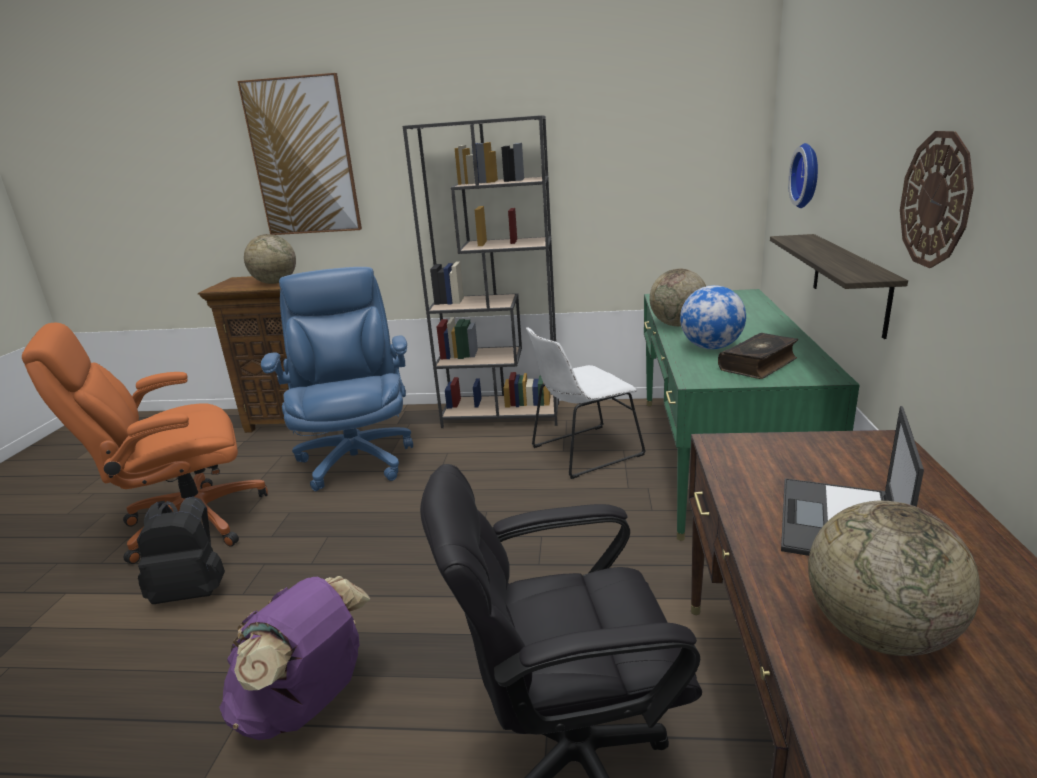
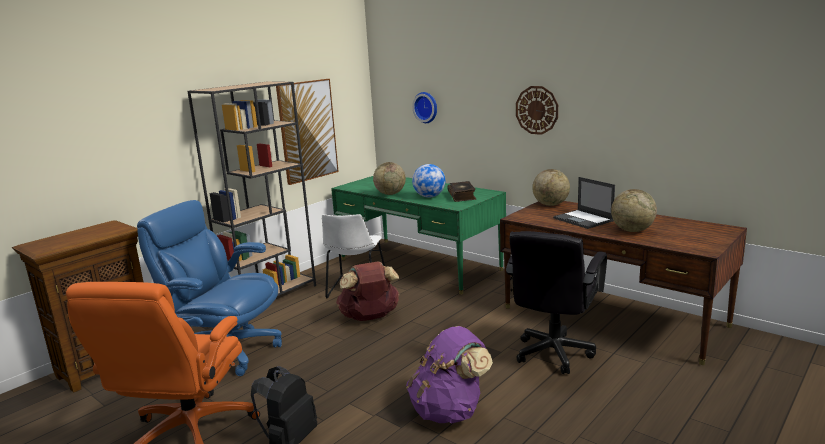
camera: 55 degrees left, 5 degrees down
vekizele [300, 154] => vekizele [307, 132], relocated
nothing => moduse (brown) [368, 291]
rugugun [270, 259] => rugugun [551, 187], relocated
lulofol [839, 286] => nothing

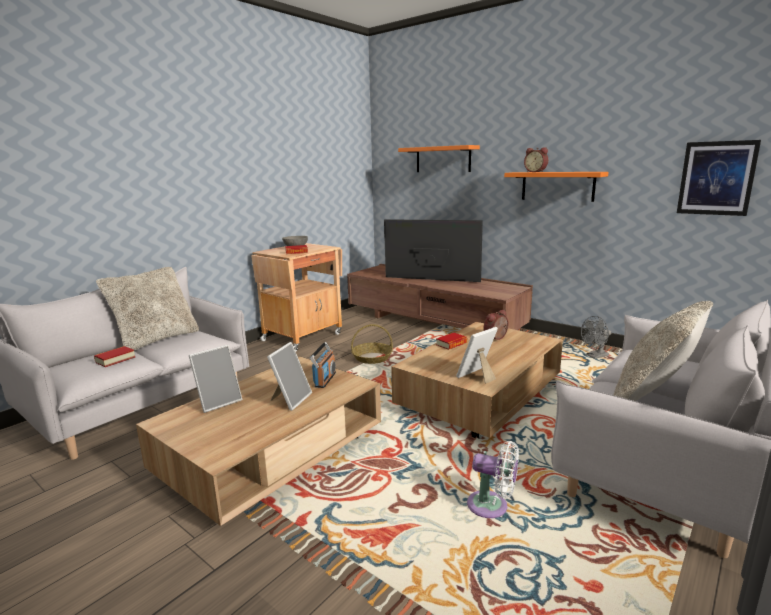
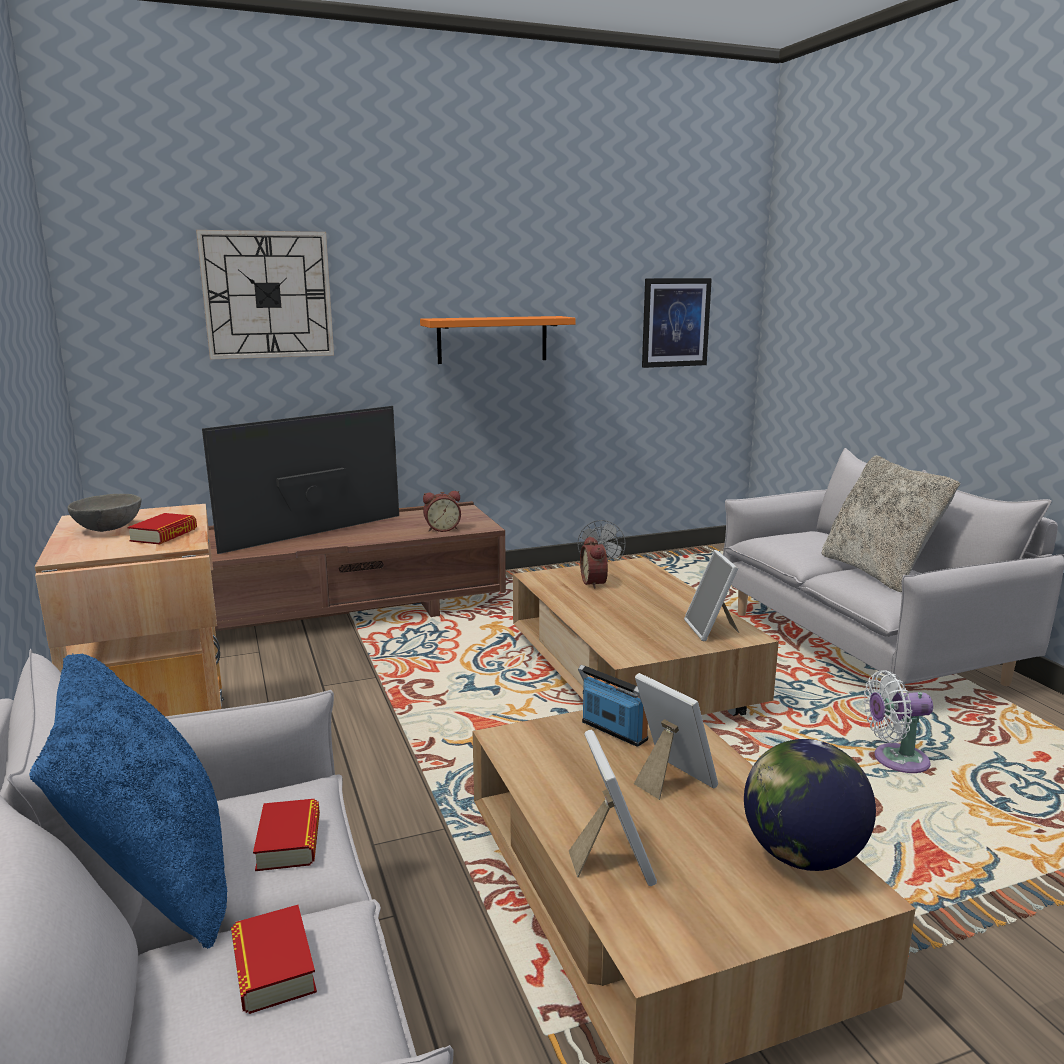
camera: 60 degrees left, 0 degrees up
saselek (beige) [147, 309] => saselek (blue) [128, 801]
lulofol (orange) [439, 158] => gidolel [265, 294]
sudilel [451, 341] => sudilel [286, 835], relocated
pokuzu [536, 159] => pokuzu [442, 511], relocated
nothing => rugugun [810, 805]
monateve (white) [493, 479] => monateve (white) [898, 721], 150 degrees counterclockwise
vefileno [372, 344] => nothing

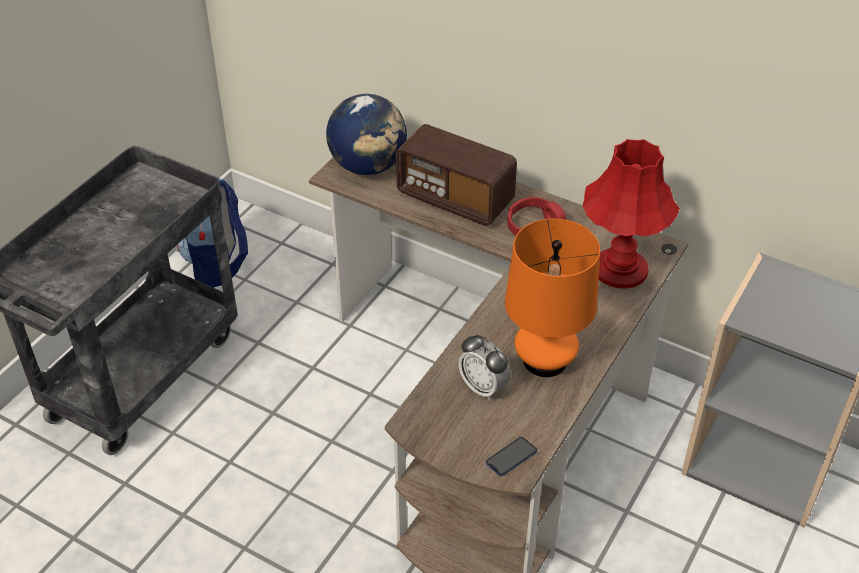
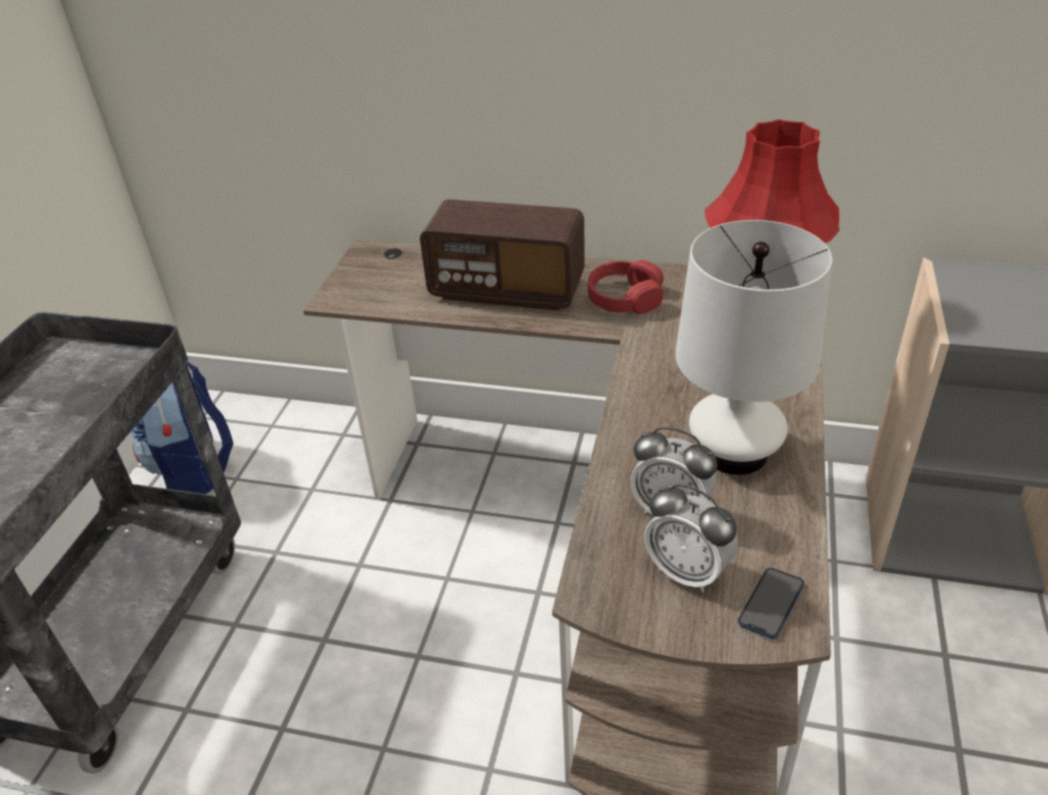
camera: 15 degrees left, 5 degrees down
nothing => pokuzu [691, 538]
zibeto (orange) [552, 298] => zibeto (white) [753, 347]
rugugun [366, 134] => nothing

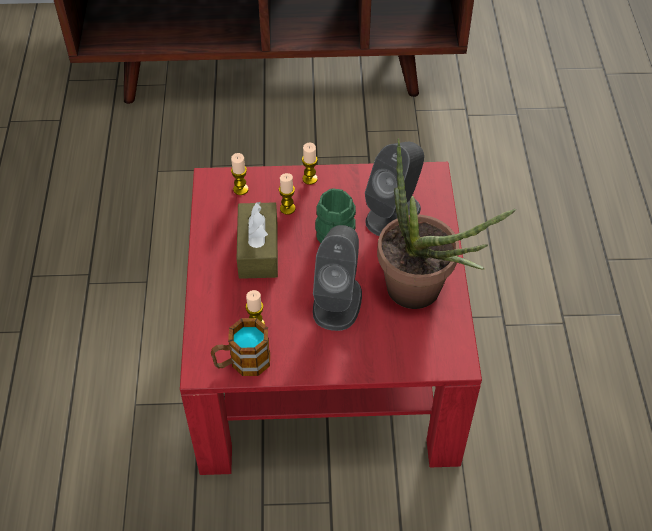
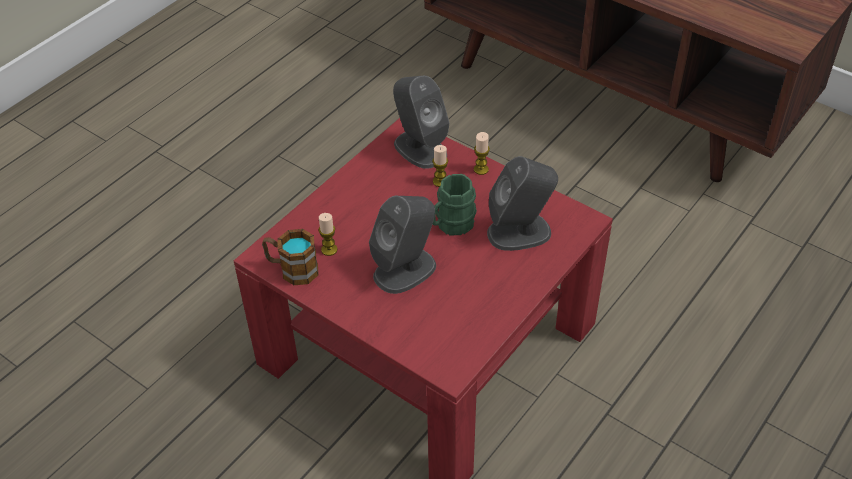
camera: 40 degrees right, 5 degrees down
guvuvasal [240, 174] => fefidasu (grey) [421, 122]
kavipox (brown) [257, 240] => nothing
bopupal [446, 223] => nothing

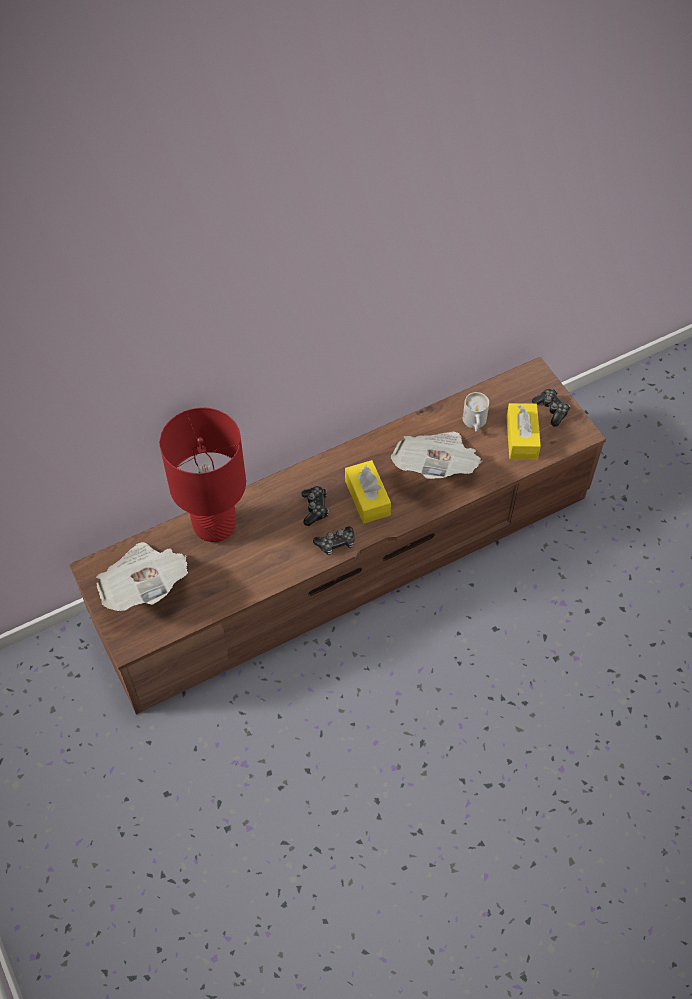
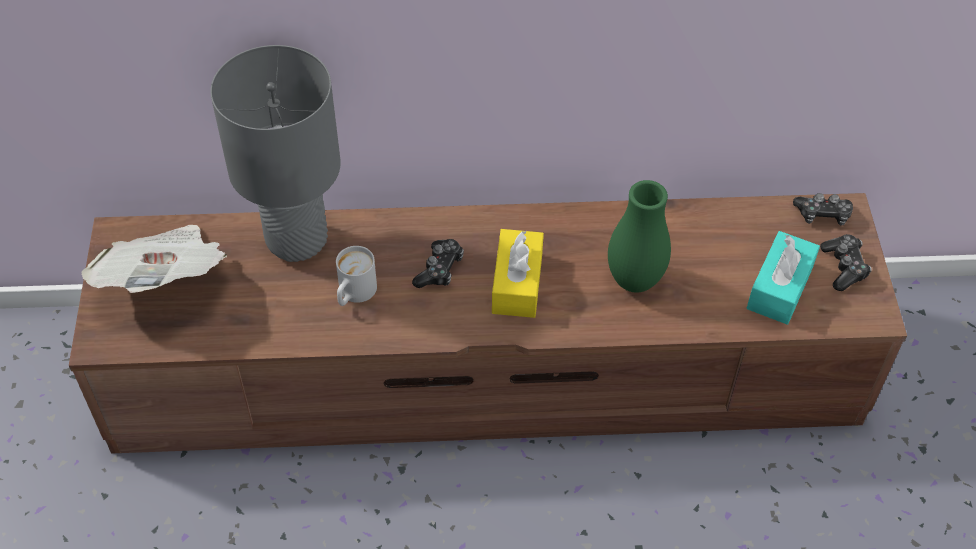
camera: 25 degrees right, 5 degrees down
zibeto (red) [203, 474] => zibeto (grey) [275, 153]
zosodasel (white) [476, 412] => zosodasel (white) [356, 276], relocated
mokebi [436, 455] => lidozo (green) [639, 236]
kavipox (yellow) [523, 431] => kavipox (turquoise) [783, 278]
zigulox [334, 540] => zigulox [823, 209], relocated

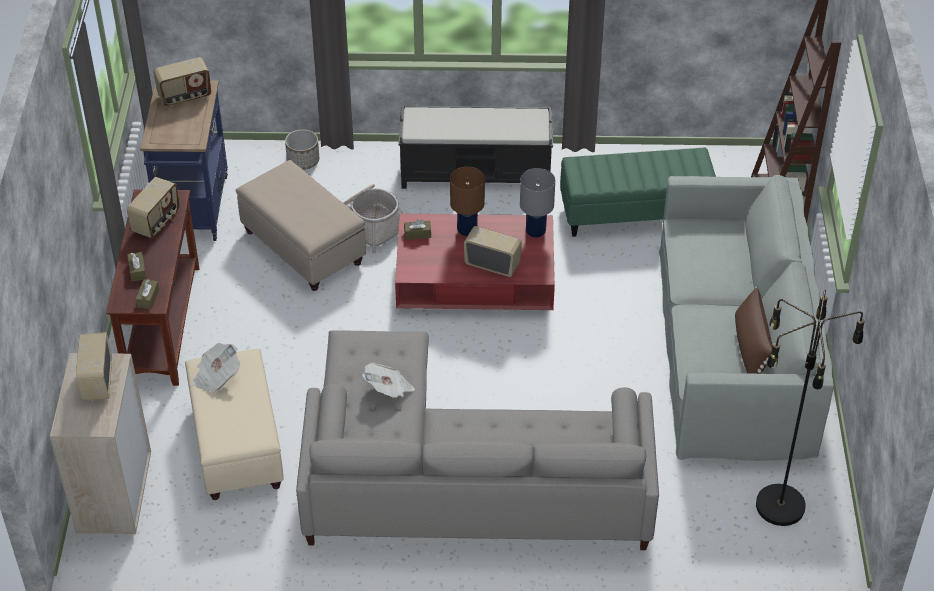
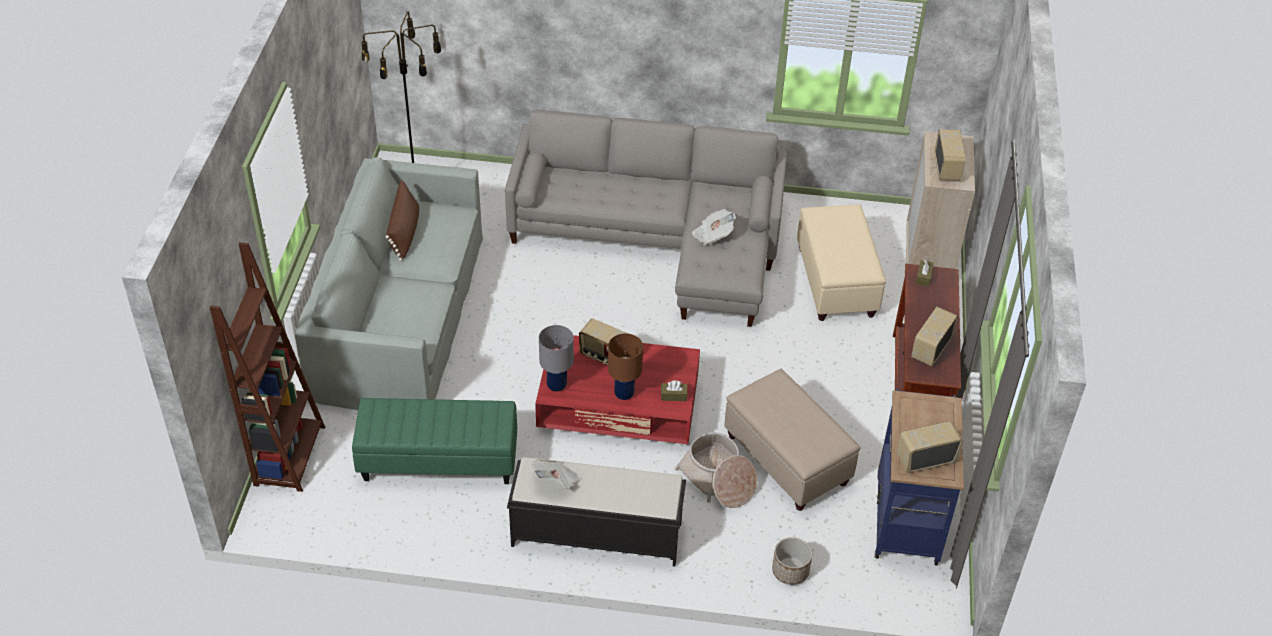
camera: 175 degrees left, 0 degrees up
mokebi [216, 368] => mokebi [557, 474], relocated
kavipox (brown) [136, 266] => nothing

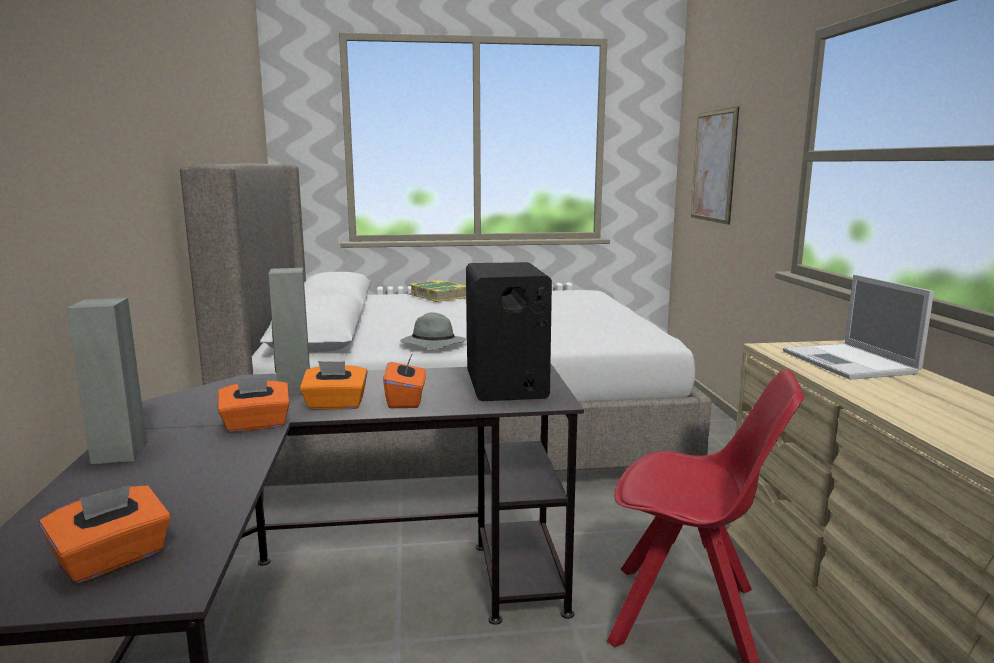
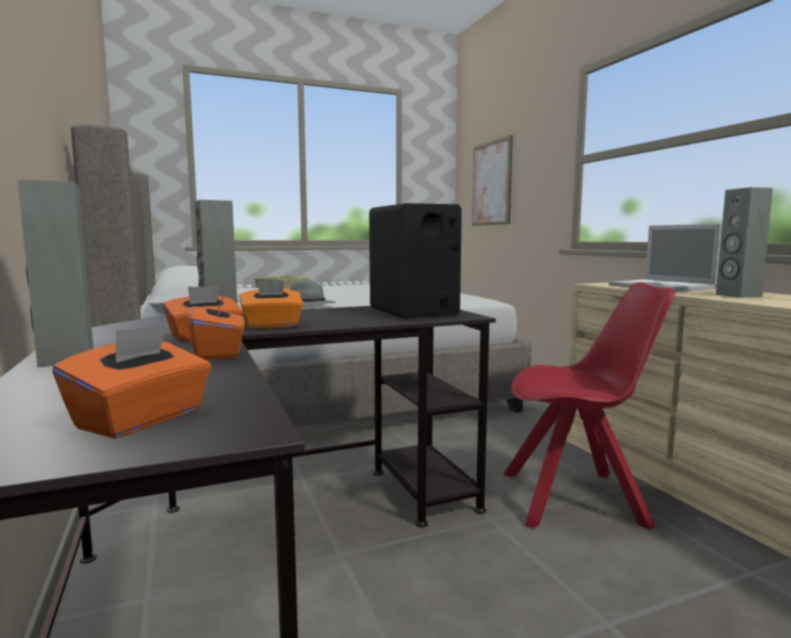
camera: 15 degrees left, 5 degrees down
kavipox (orange) [404, 380] => kavipox (orange) [216, 325], relocated
nothing => fefidasu (grey) [744, 242]

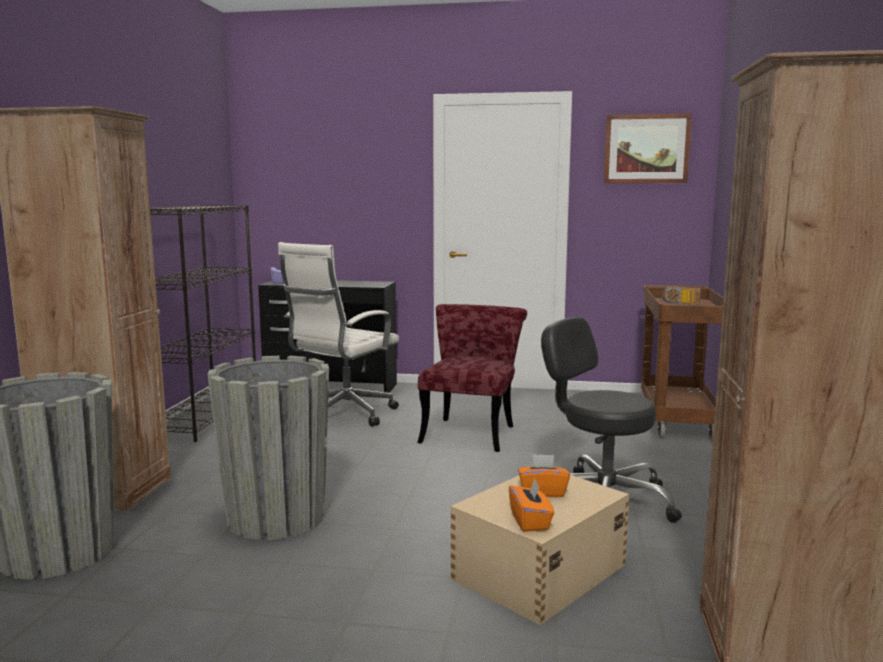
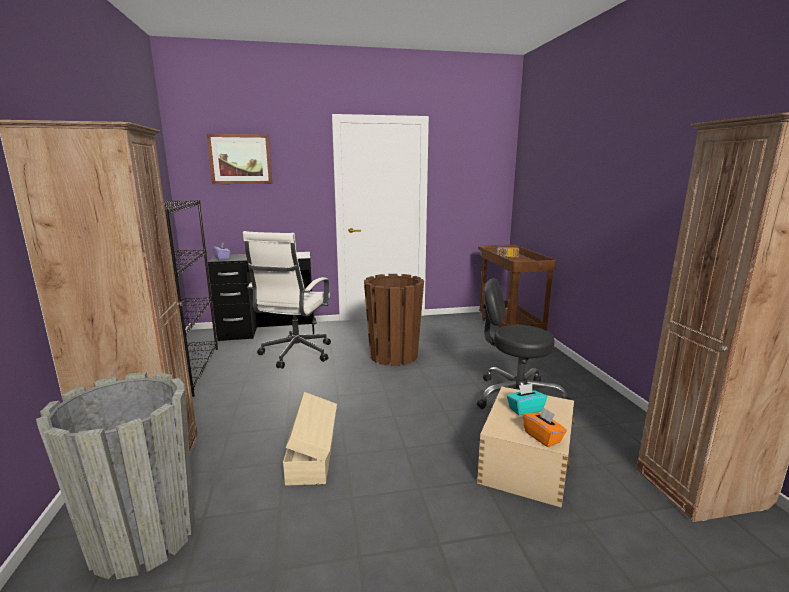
camera: 20 degrees left, 5 degrees up
vekizele [648, 148] => vekizele [239, 158], relocated
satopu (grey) [268, 448] => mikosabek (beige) [310, 438]
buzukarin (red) [472, 378] => satopu (brown) [394, 320]
kavipox (orange) [544, 475] => kavipox (turquoise) [527, 400]

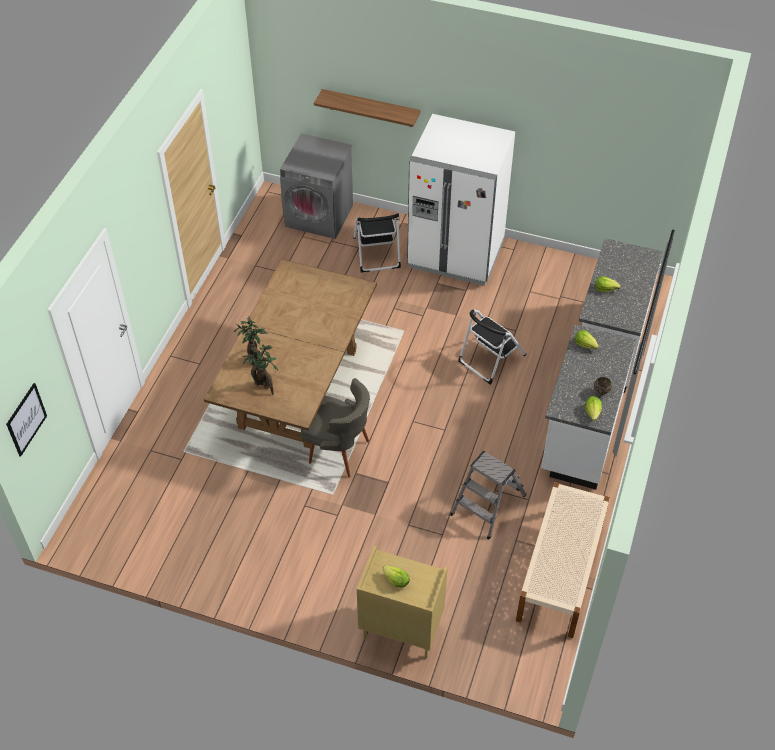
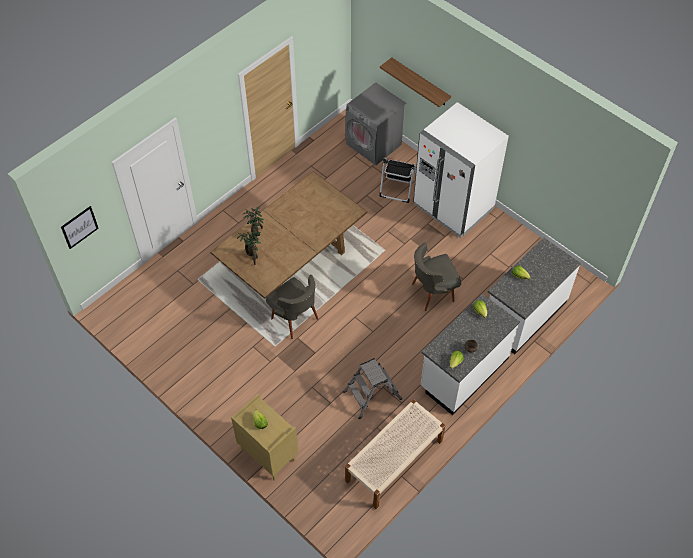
camera: 25 degrees right, 5 degrees up
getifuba [492, 347] => buzukarin (grey) [436, 276]

